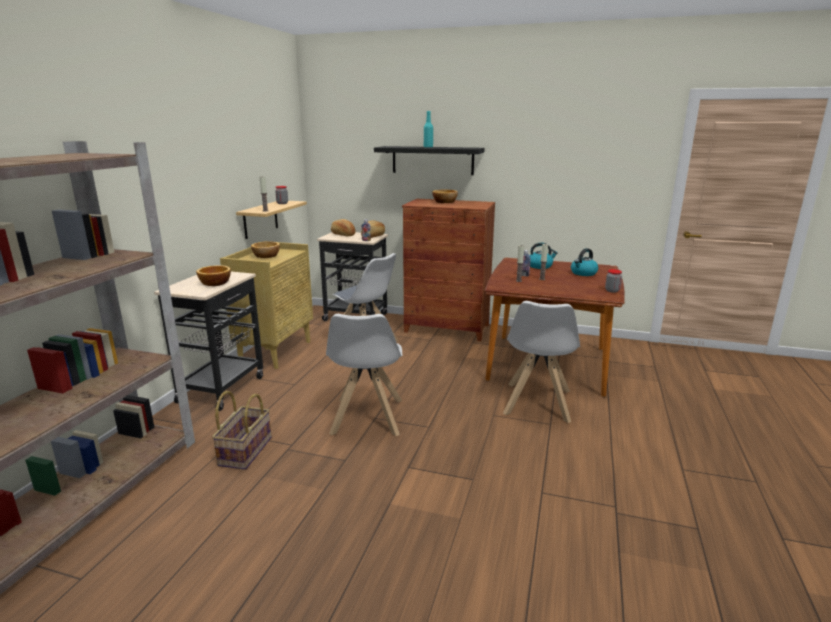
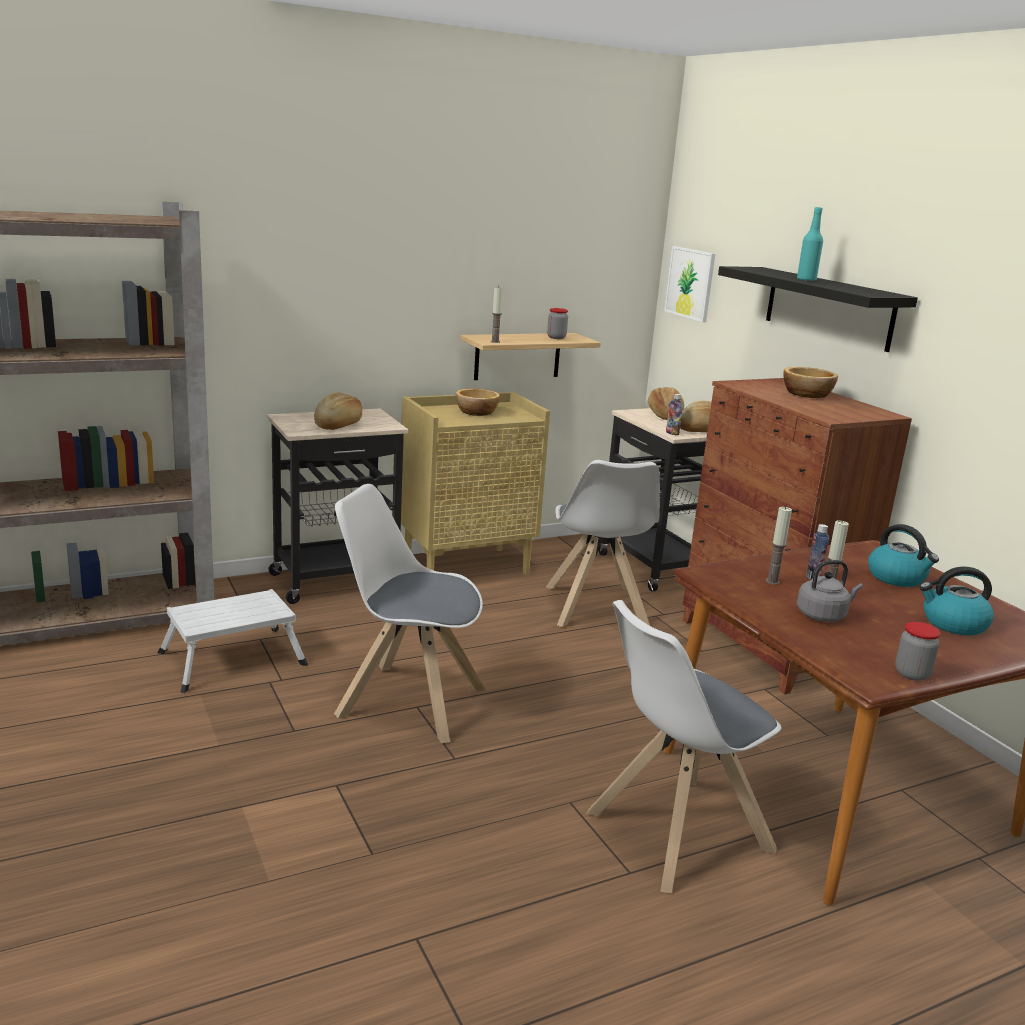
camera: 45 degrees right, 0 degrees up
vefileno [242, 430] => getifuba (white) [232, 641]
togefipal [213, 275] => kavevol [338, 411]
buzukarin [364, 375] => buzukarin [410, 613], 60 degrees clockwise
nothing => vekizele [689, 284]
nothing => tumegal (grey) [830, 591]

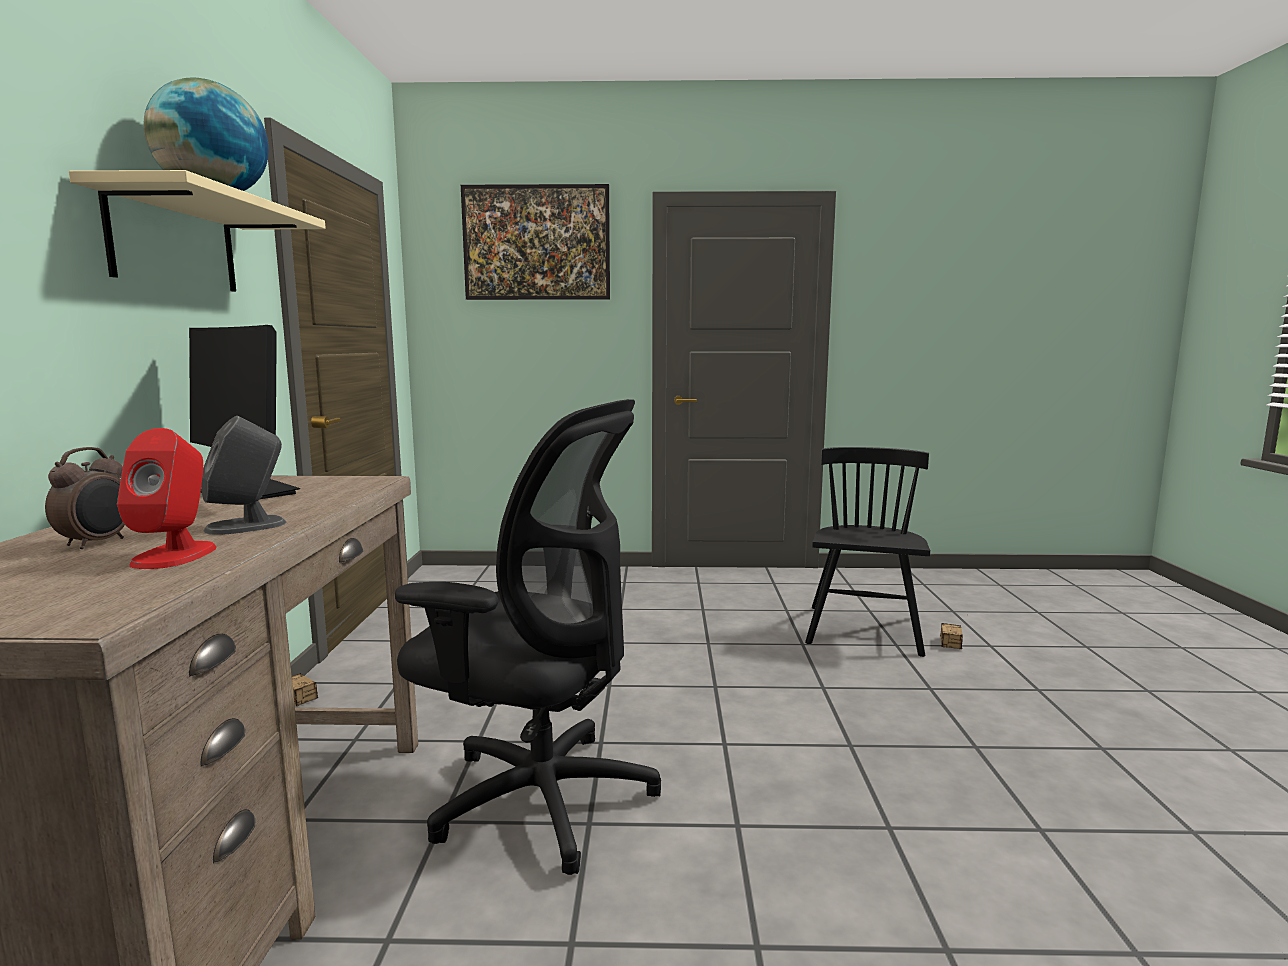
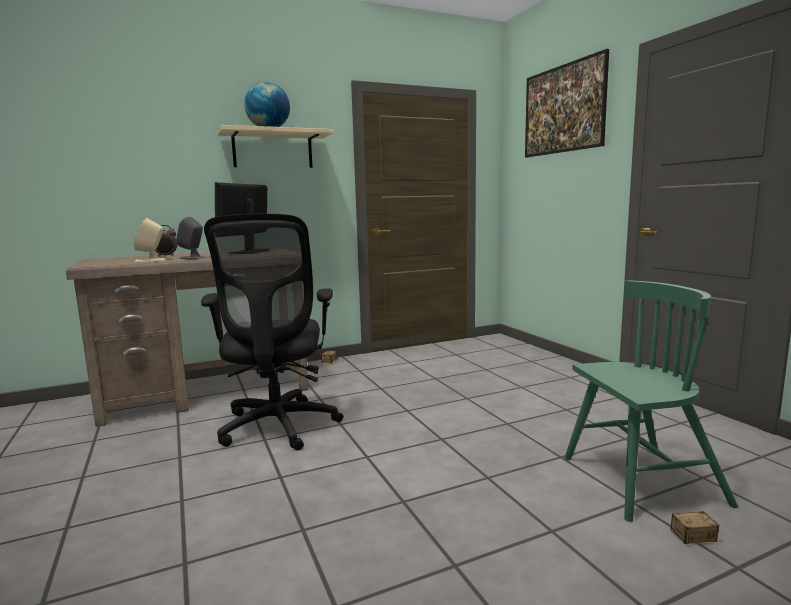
camera: 65 degrees right, 0 degrees up
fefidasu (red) [167, 498] => fefidasu (beige) [149, 240]
buzukarin (black) [867, 552] => buzukarin (green) [651, 401]

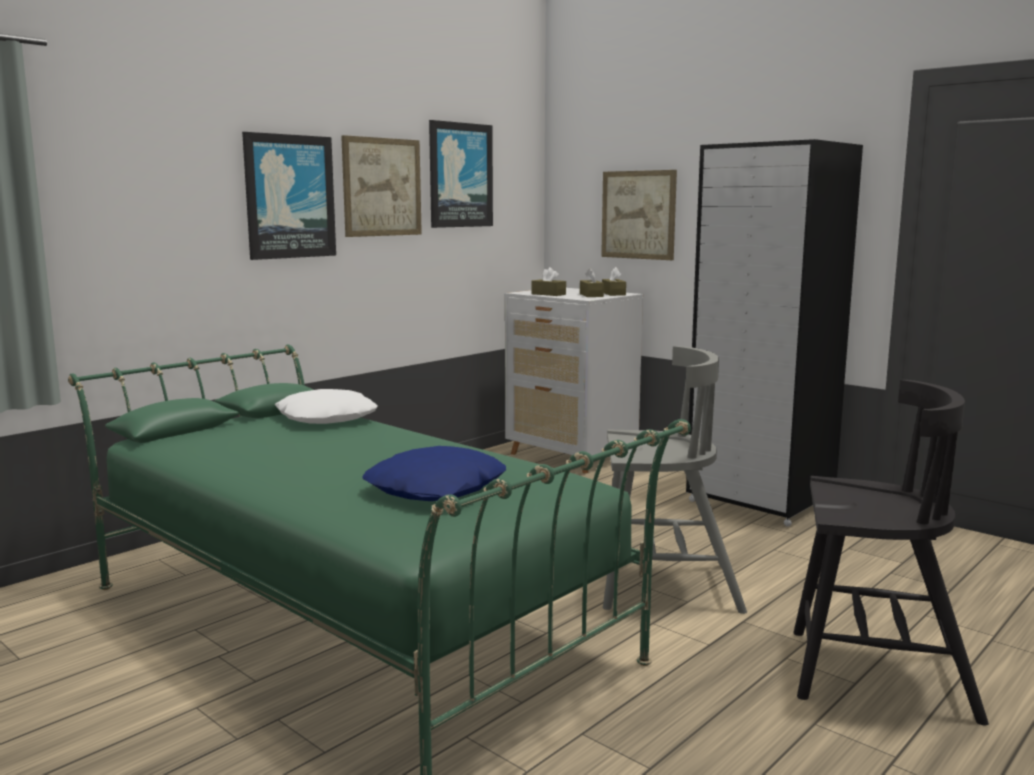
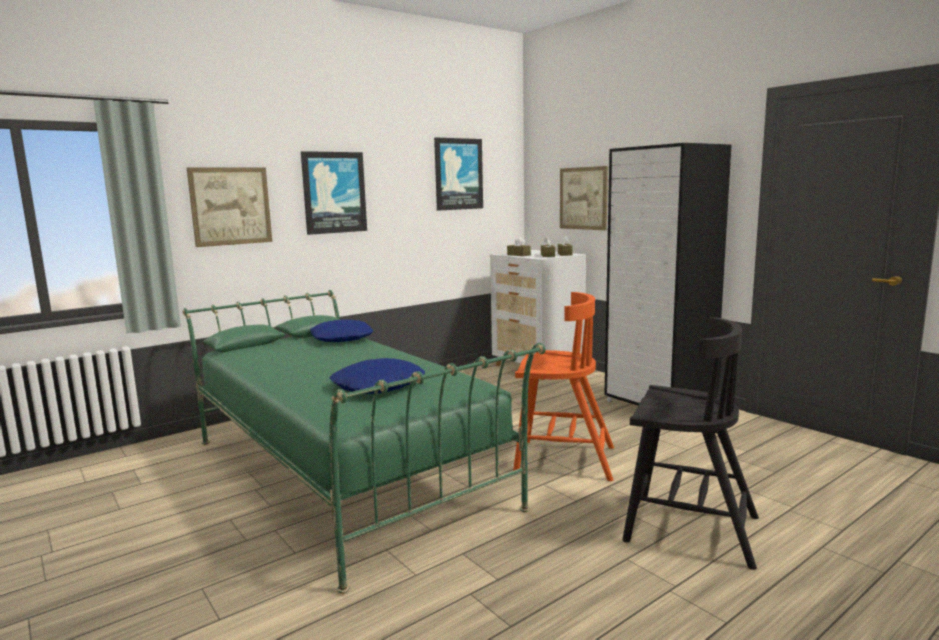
camera: 10 degrees right, 0 degrees up
vekizele [381, 186] => vekizele [229, 207], relocated
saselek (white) [326, 406] => saselek (blue) [341, 331]
buzukarin (grey) [675, 480] => buzukarin (orange) [563, 386]

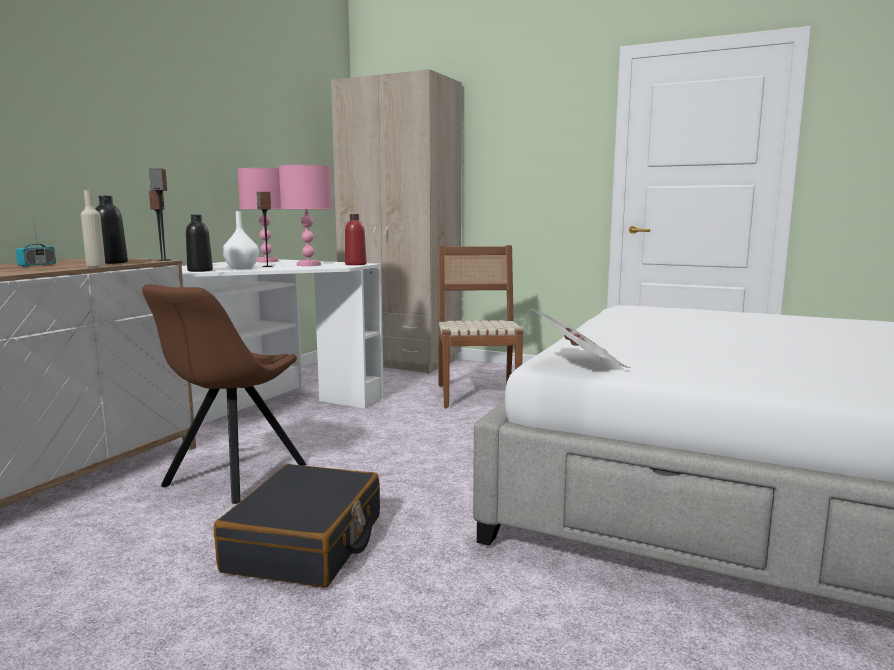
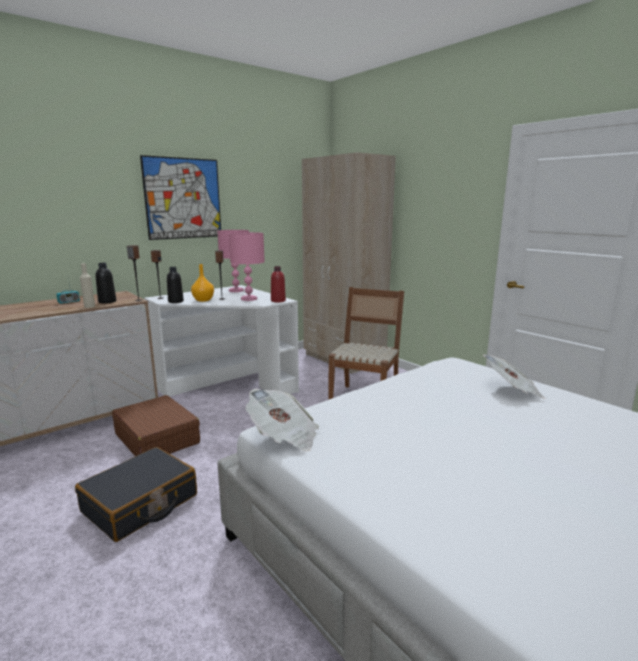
camera: 25 degrees right, 5 degrees up
buzukarin (brown) [224, 394] => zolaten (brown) [156, 425]
nothing => vekizele [180, 197]
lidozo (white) [240, 240] => lidozo (orange) [202, 283]
nothing => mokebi [514, 376]

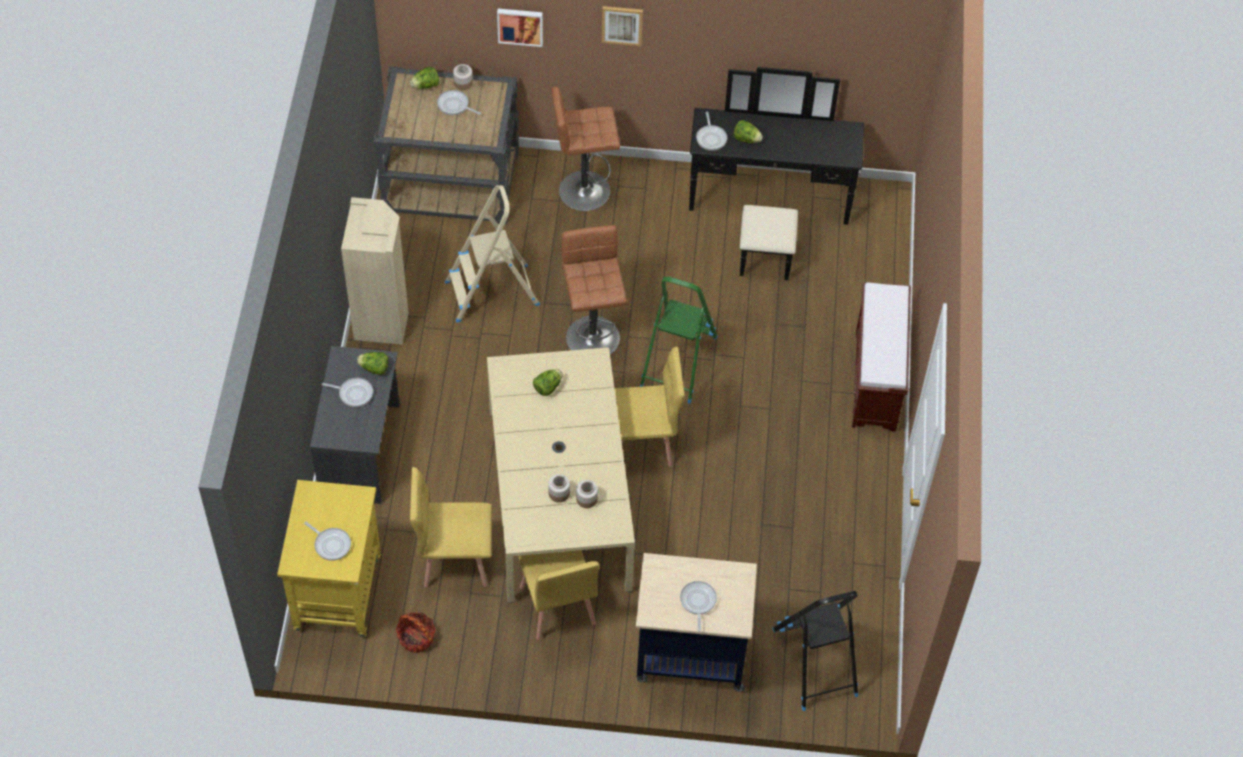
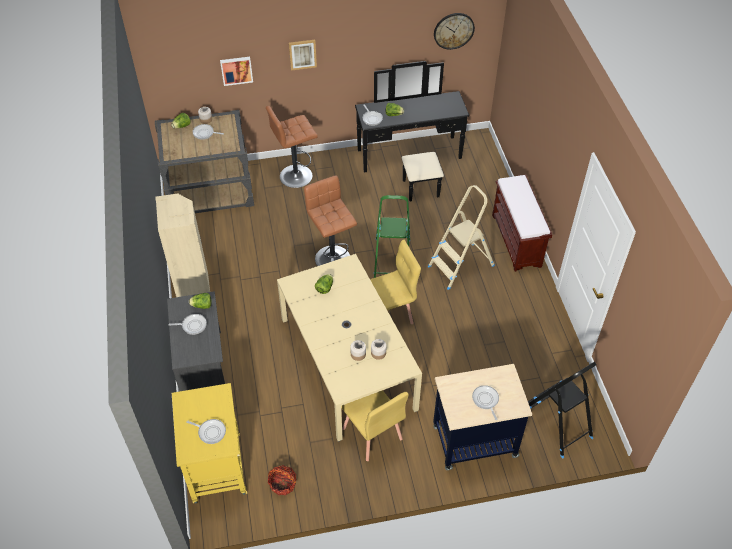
camera: 15 degrees left, 5 degrees down
getifuba (beige) [492, 253] => getifuba (beige) [461, 237], relocated
nothing => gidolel [454, 31]
buzukarin (yellow) [451, 527] => nothing

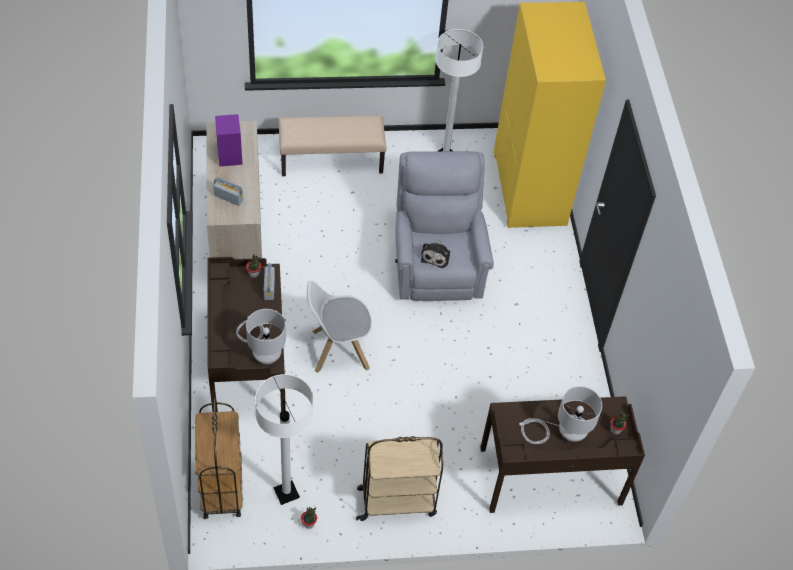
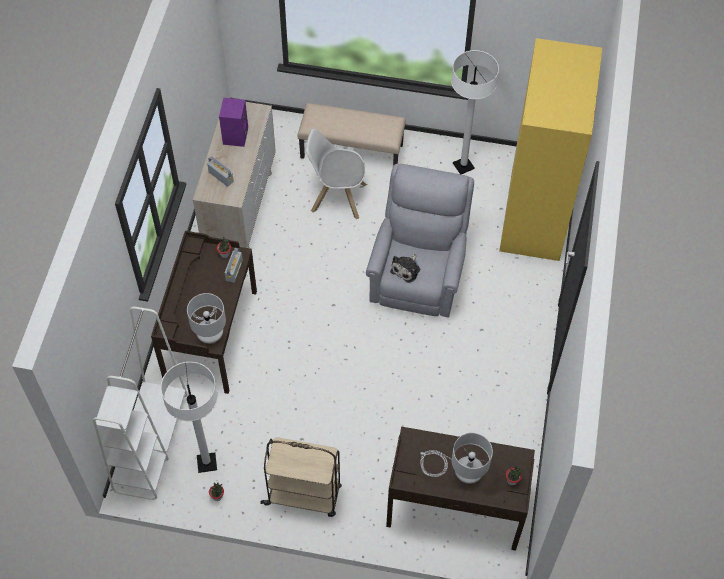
camera: 20 degrees right, 5 degrees up
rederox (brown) [219, 458] => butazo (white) [140, 403]
buzukarin [339, 327] => buzukarin [336, 173], relocated

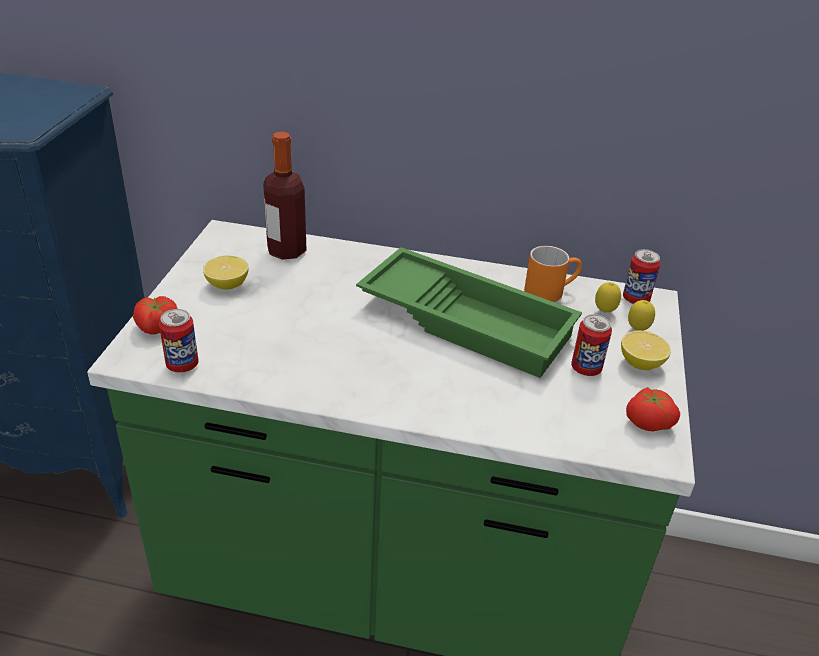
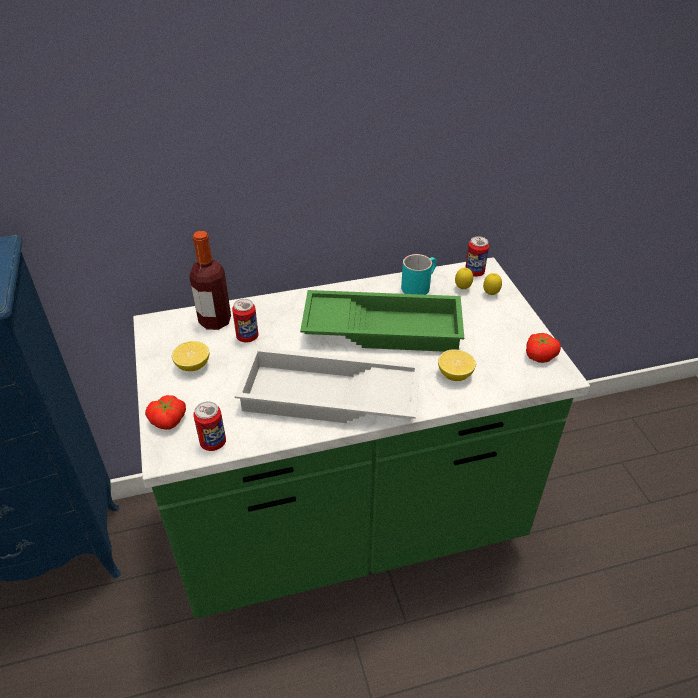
camera: 25 degrees left, 5 degrees up
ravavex [591, 345] => ravavex [245, 321], relocated
nothing => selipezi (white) [328, 385]
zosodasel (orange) [553, 274] => zosodasel (turquoise) [419, 274]
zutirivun [646, 350] => zutirivun [457, 365], relocated

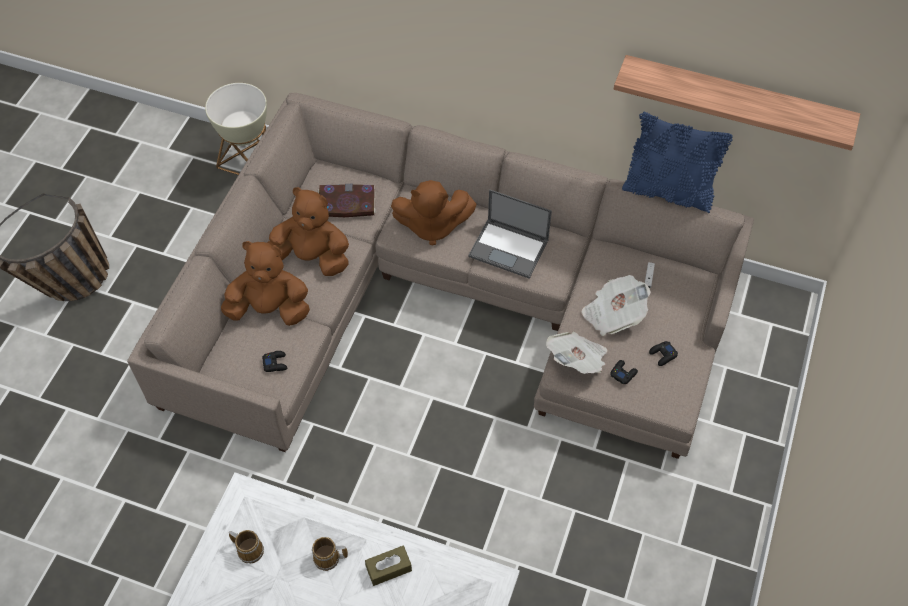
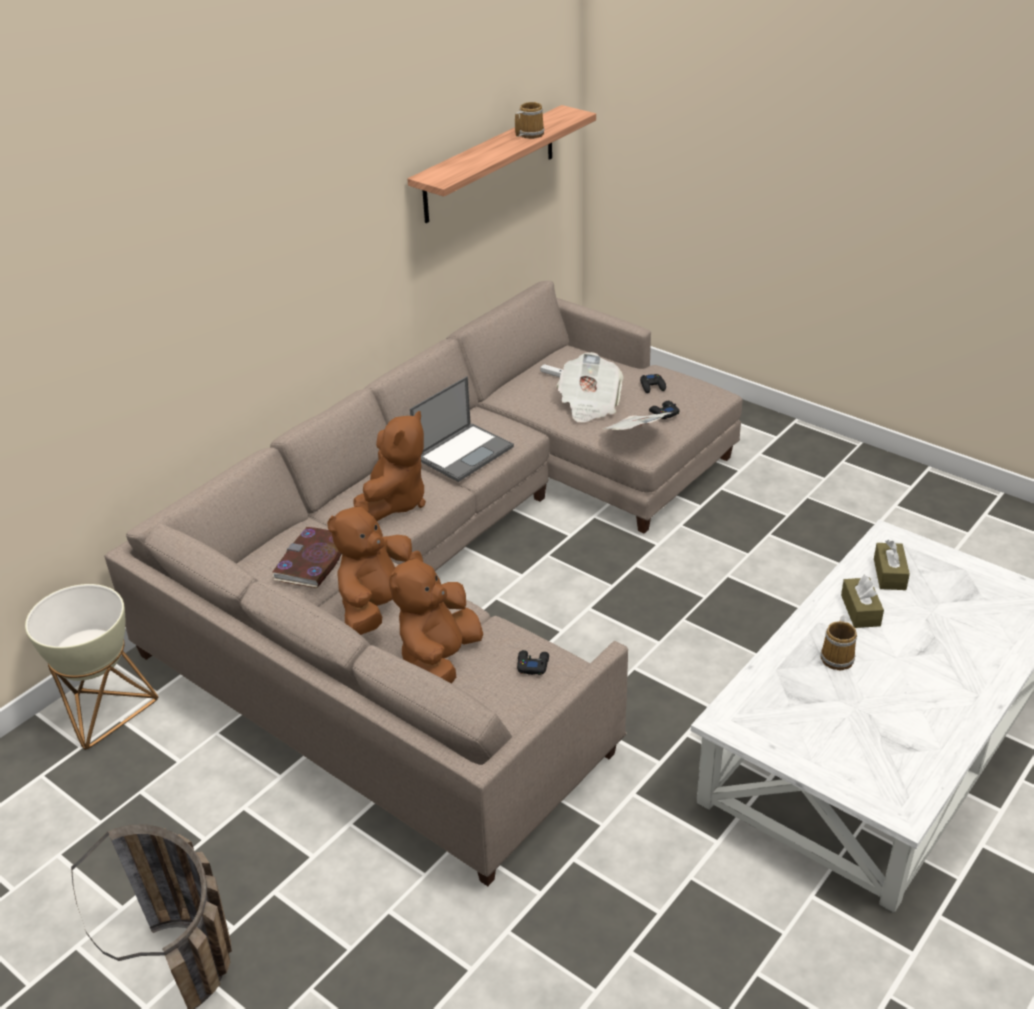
camera: 70 degrees left, 20 degrees down
zosodasel [246, 546] => zosodasel [530, 120], relocated
nothing => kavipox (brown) [892, 565]
saselek (blue) [677, 162] => nothing

